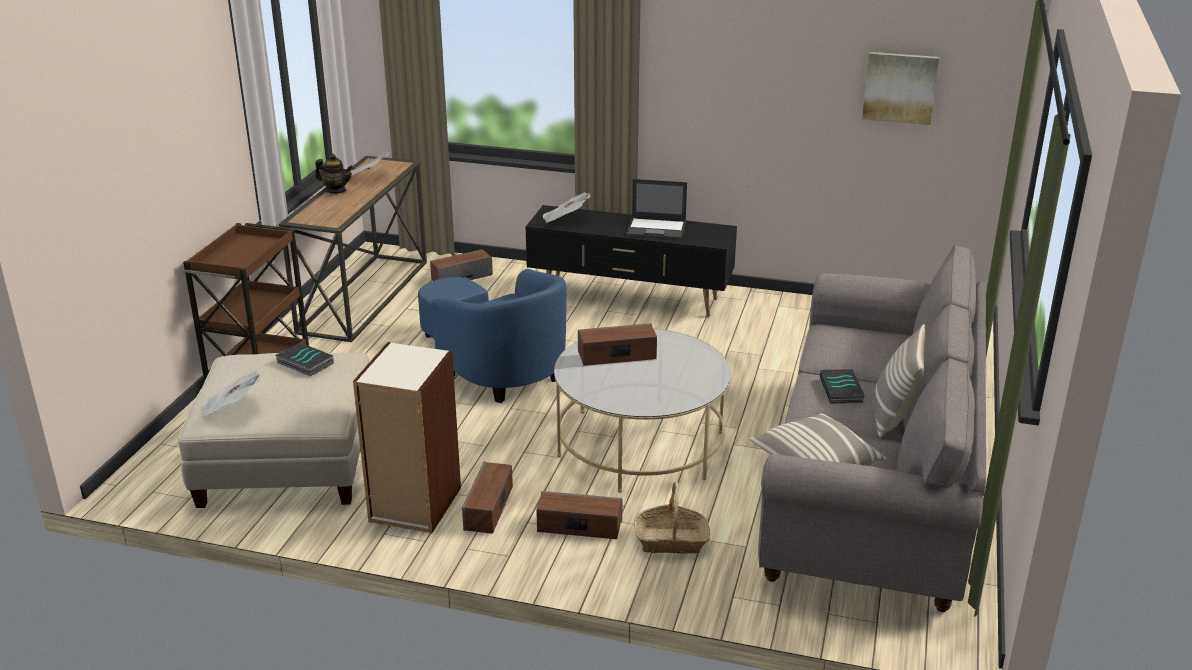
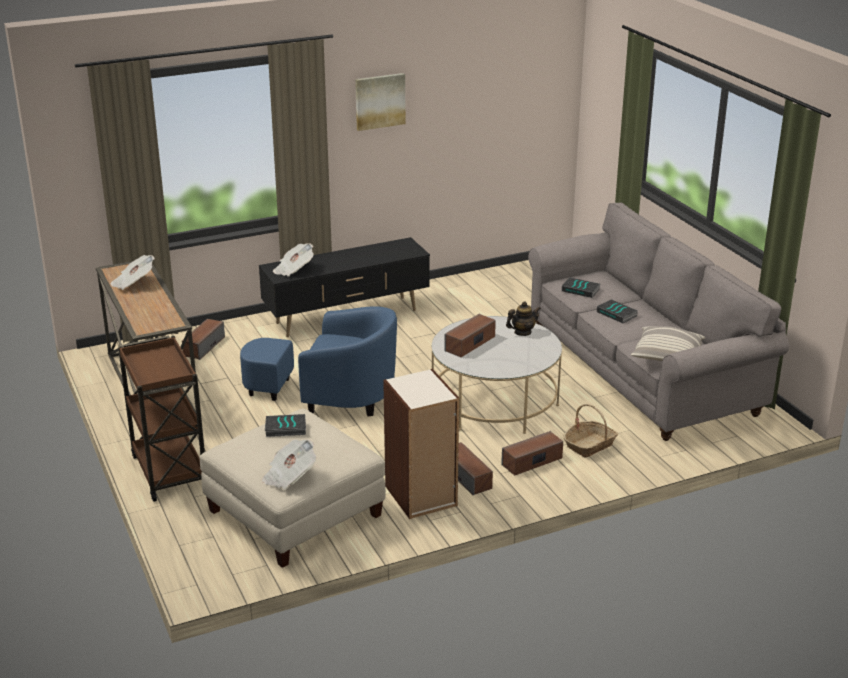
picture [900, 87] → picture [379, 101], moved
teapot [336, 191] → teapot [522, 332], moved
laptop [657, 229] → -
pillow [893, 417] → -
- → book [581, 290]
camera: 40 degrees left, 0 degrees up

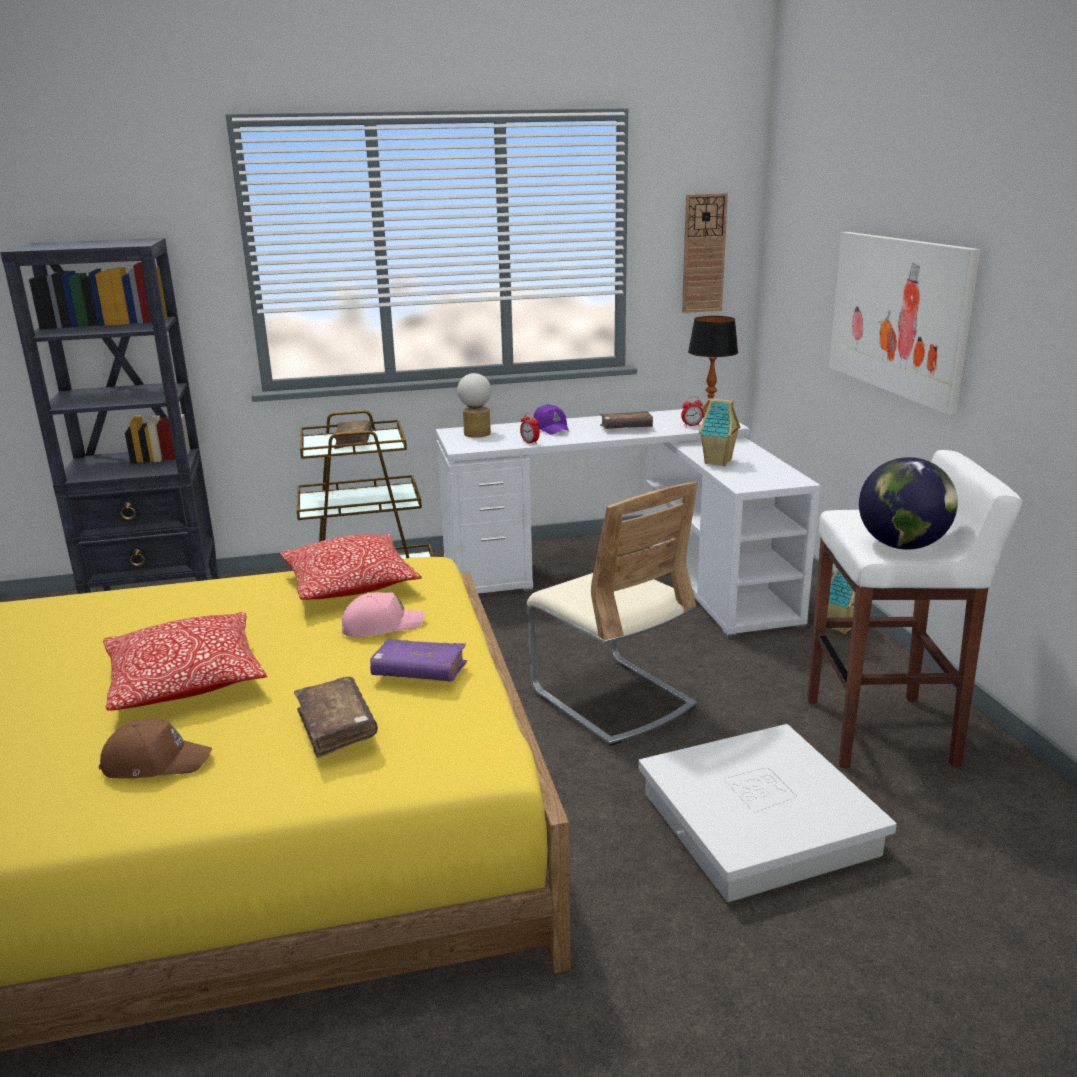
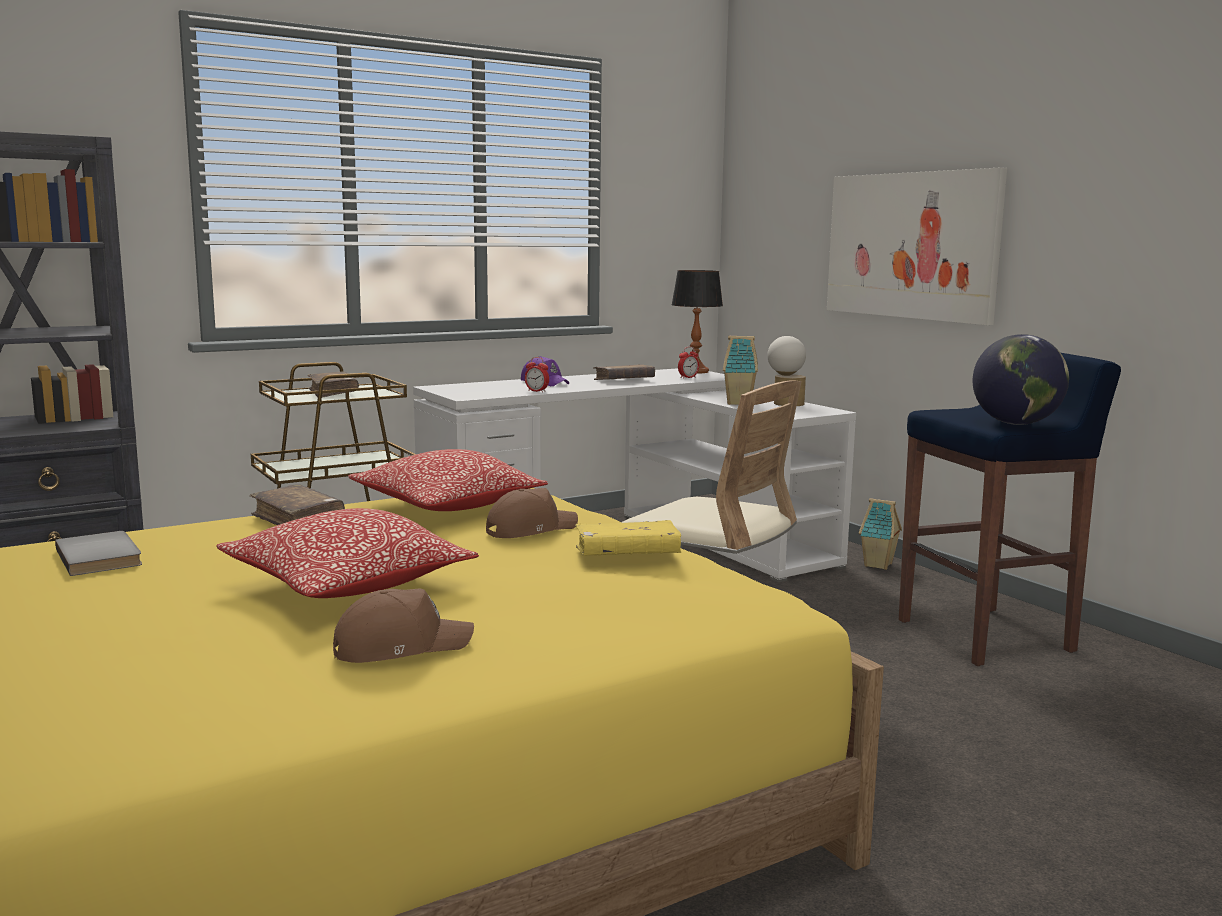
wall clock [703, 253] → -
table lamp [477, 432] → table lamp [786, 403], moved
stool/white [883, 732] → stool/blue [987, 636]
cap/pink [381, 626] → cap/brown [530, 529]
book/purple [419, 672] → book/yellow [627, 554]
book/brown [336, 726] → book/brown [297, 519], moved
storage box/white [758, 823] → -
- → book/grey [102, 557]
camera: 20 degrees left, 10 degrees down

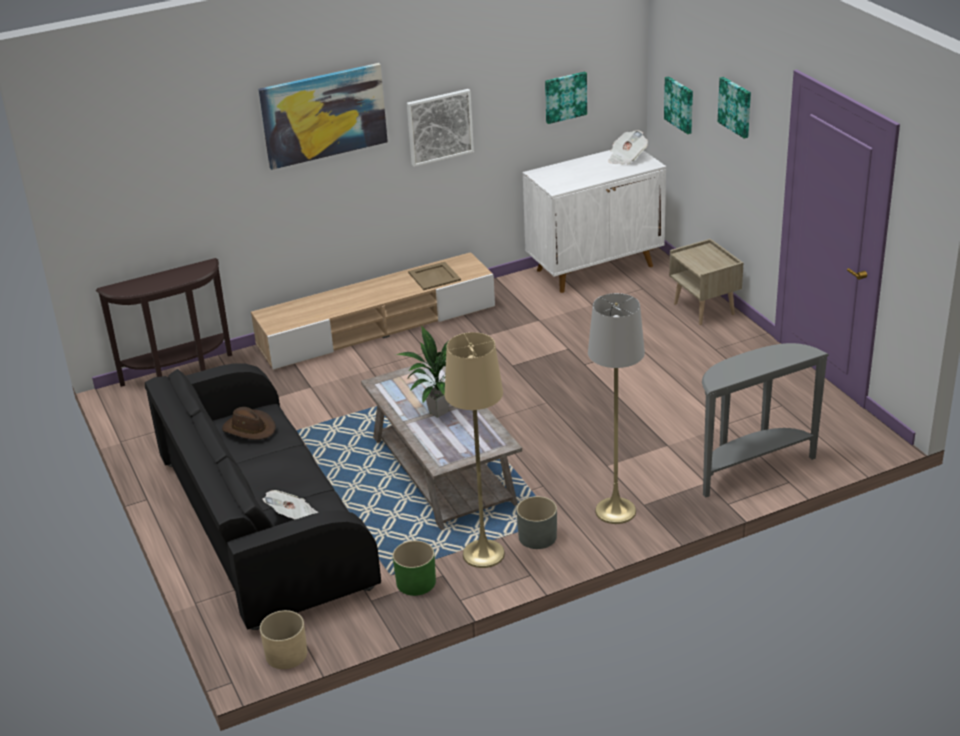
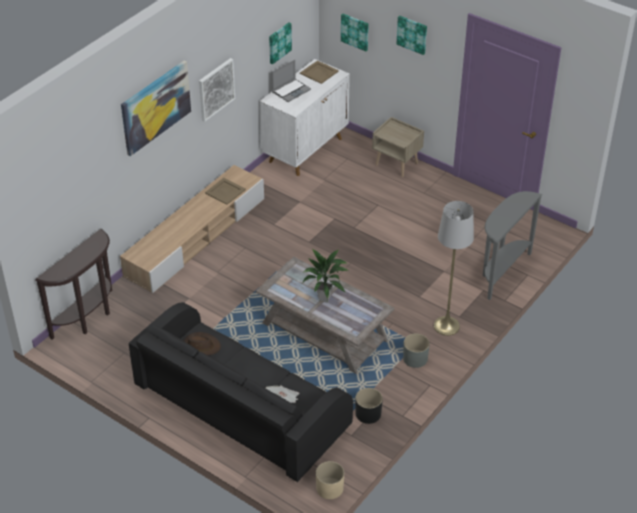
newspaper [626, 158] → tray/beige [319, 72]
floor lamp/beige [483, 554] → -
planter/green [416, 582] → planter/black [368, 414]
- → laptop [291, 91]
camera: 30 degrees left, 10 degrees up

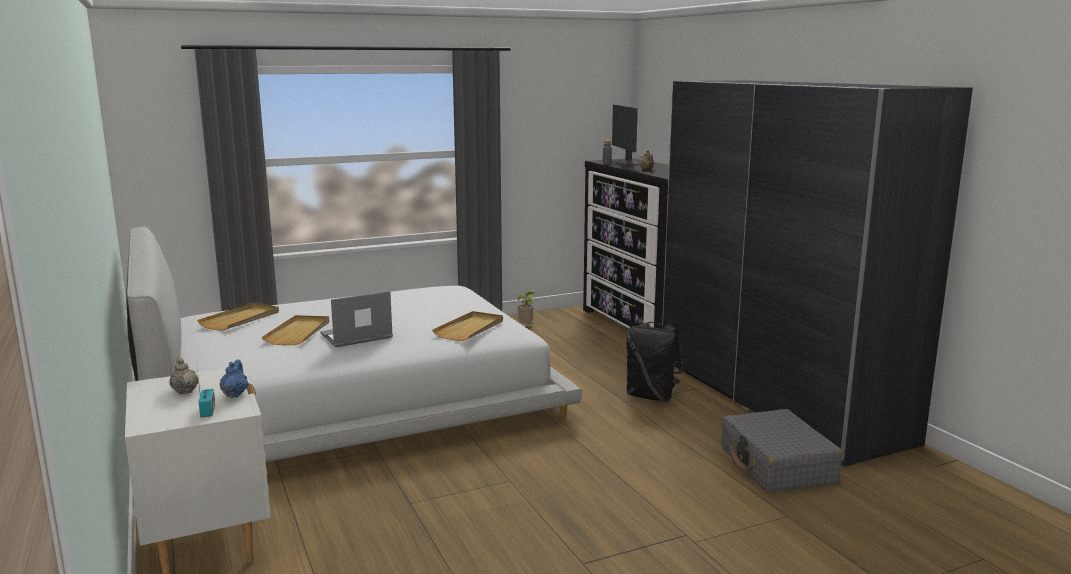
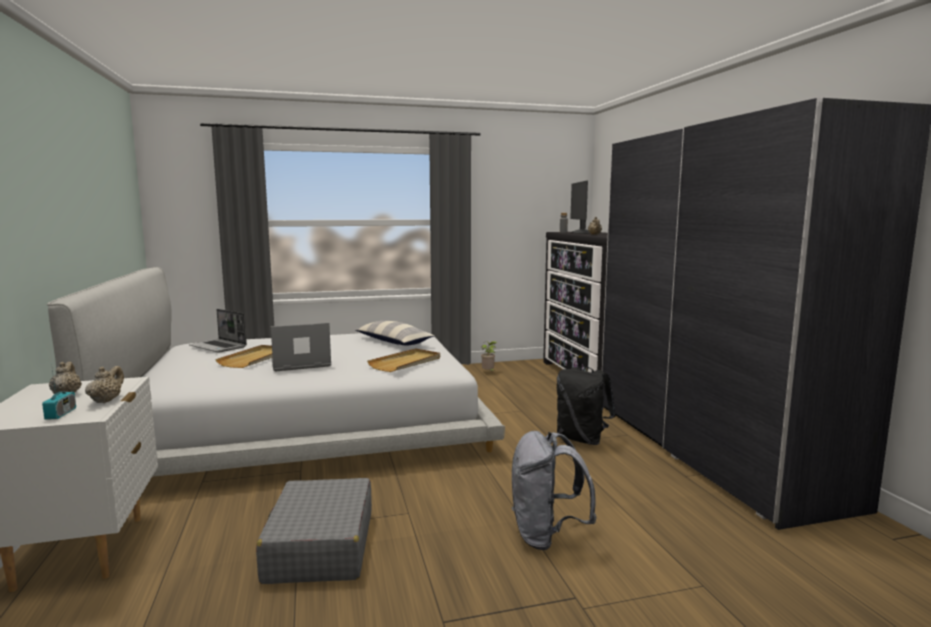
tray/beige [241, 319] → laptop [219, 347]
teapot/blue [235, 394] → teapot/beige [106, 400]
suitcase/grey [777, 466] → suitcase/grey [320, 546], moved
- → pillow [393, 342]
- → backpack/grey [546, 536]
camera: 10 degrees right, 5 degrees down

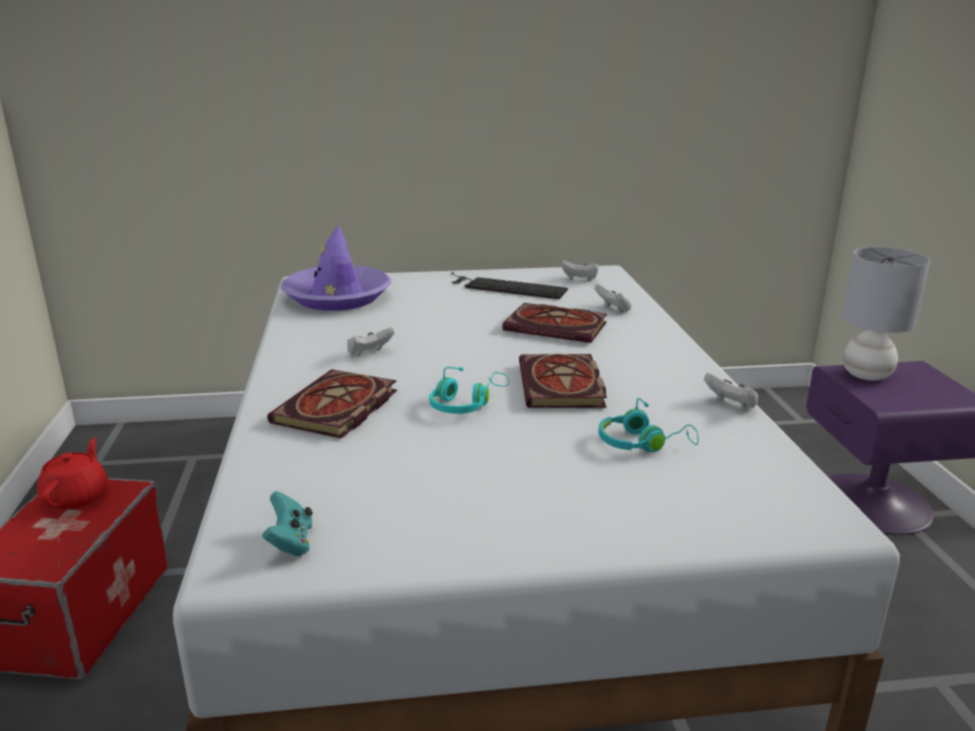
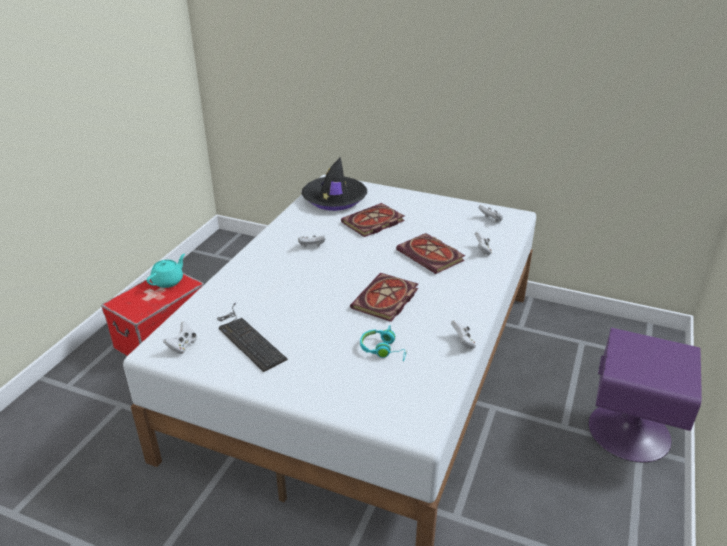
hat/purple [337, 297] → hat/black [334, 199]
table lamp/grey [865, 375] → -
keyboard [505, 287] → keyboard [247, 338], moved
headphones/turquoise [466, 404] → -
book [336, 409] → book [372, 223], moved
teapot/red [77, 496] → teapot/turquoise [168, 281]
game controller/turquoise [291, 543] → game controller/white [182, 346]
camera: 30 degrees right, 10 degrees up

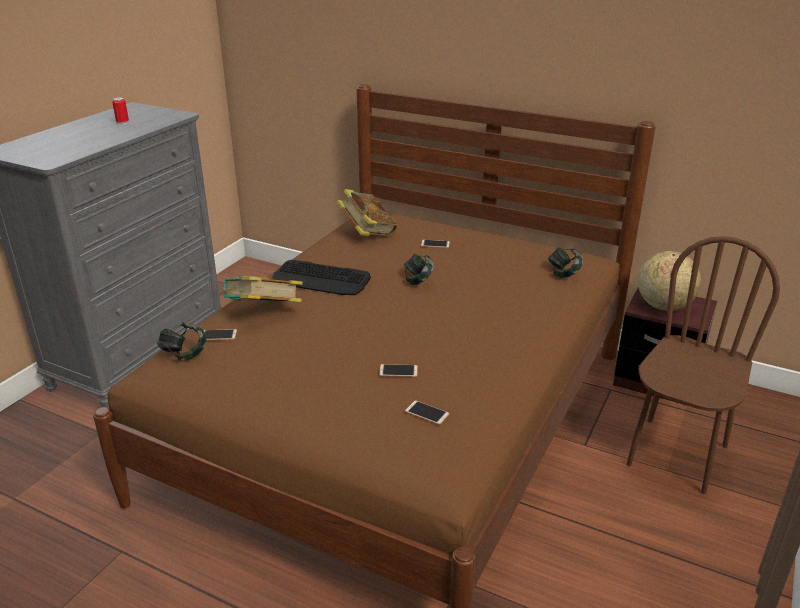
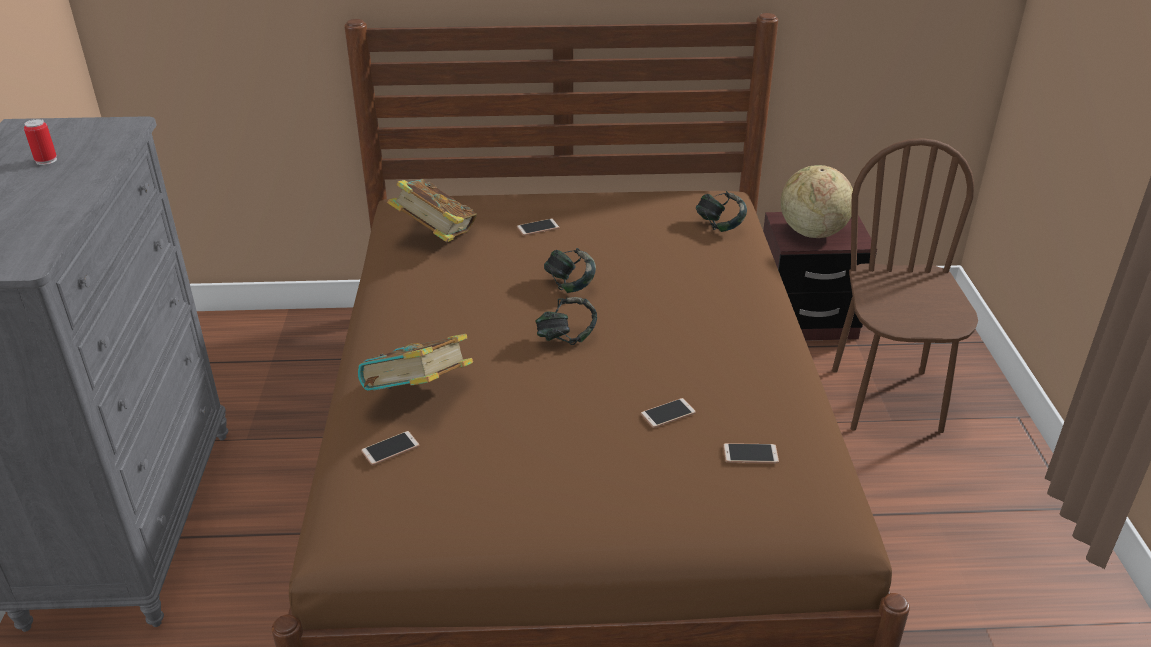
keyboard [321, 279] → -
headphones [184, 354] → headphones [566, 338], moved
camera: 30 degrees left, 5 degrees up

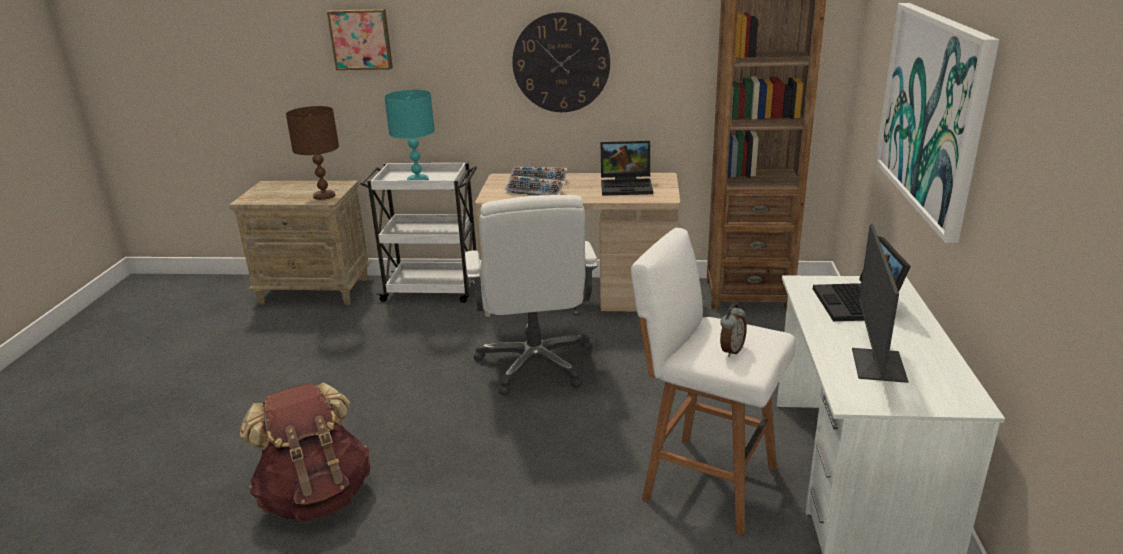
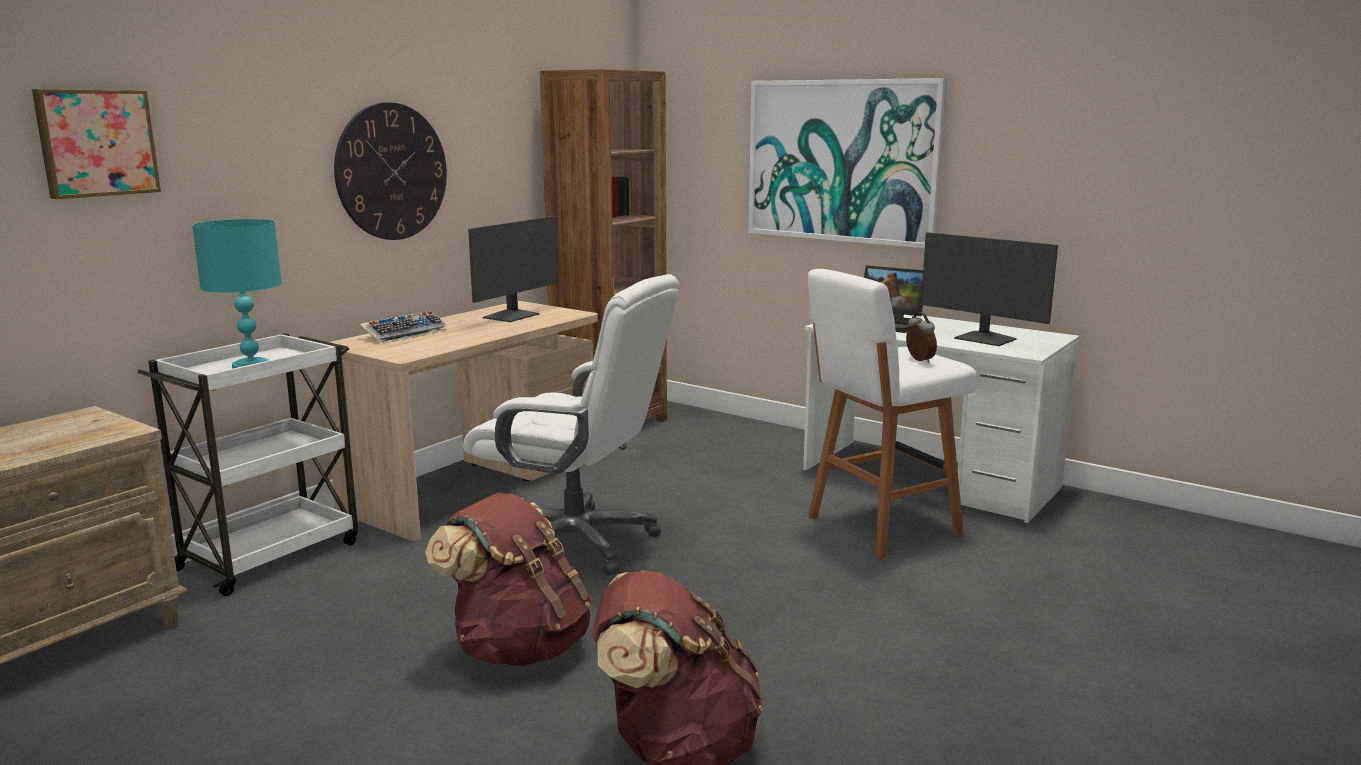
table lamp/brown [323, 196] → -
laptop [627, 186] → monitor [513, 316]
keyboard [536, 192] → -
- → backpack/brown [518, 647]
camera: 60 degrees left, 10 degrees down

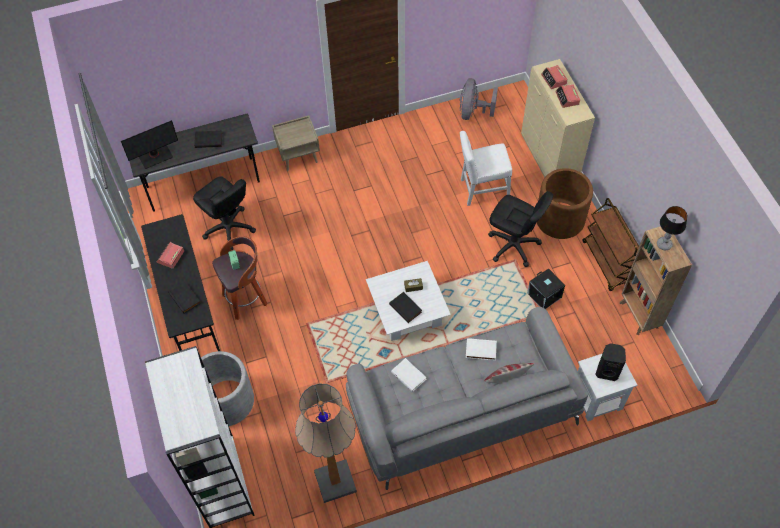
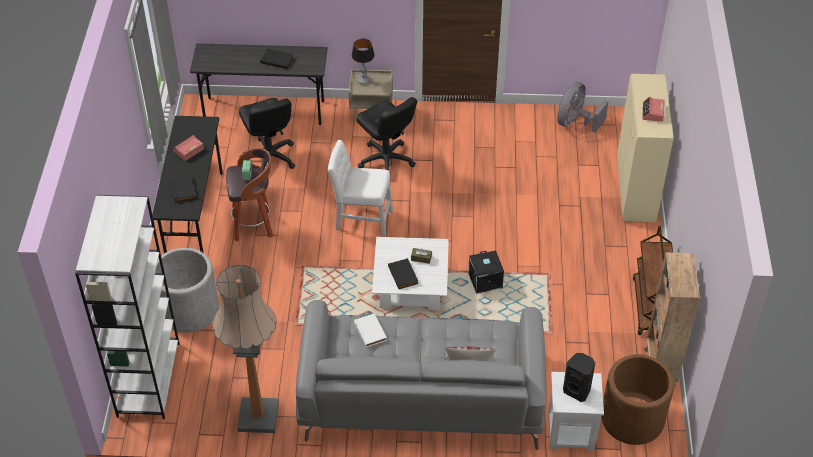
alarm clock [554, 79] → -
monitor [155, 156] → -
chair/white [482, 189] → chair/white [361, 219], moved
planter/brown [560, 219] → planter/brown [632, 419], moved
office chair/black [513, 246] → office chair/black [386, 160], moved
table lamp [663, 244] → table lamp [363, 80], moved
storage box/black [543, 295] → storage box/black [484, 281], moved
book/white [480, 351] → -
camera: 20 degrees right, 10 degrees down

